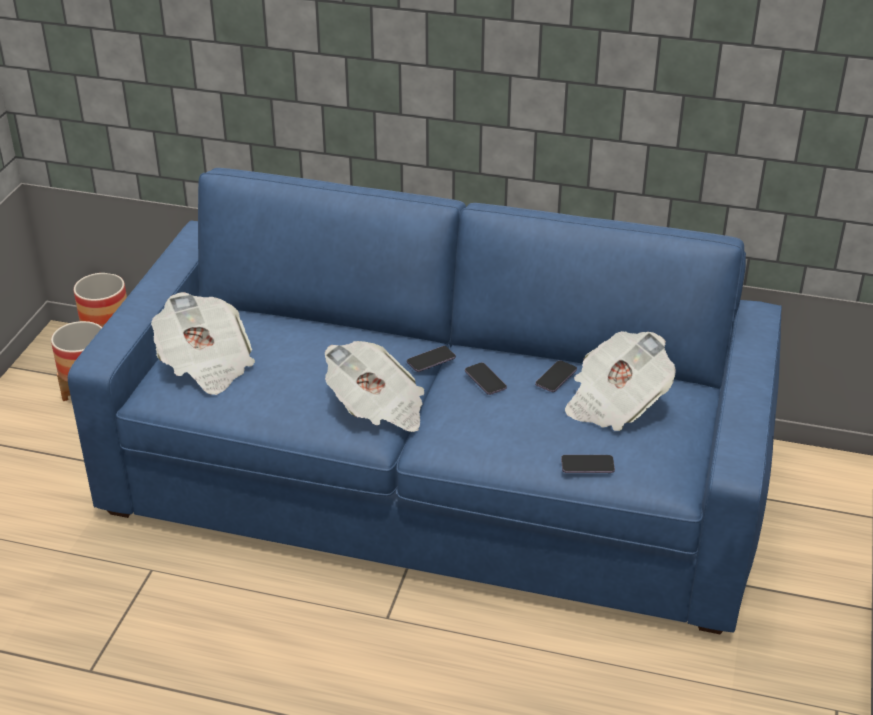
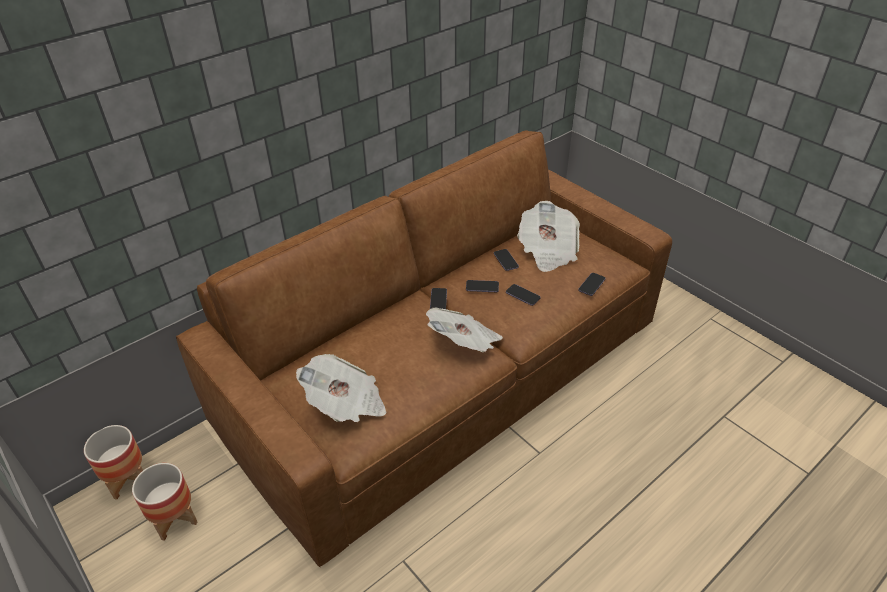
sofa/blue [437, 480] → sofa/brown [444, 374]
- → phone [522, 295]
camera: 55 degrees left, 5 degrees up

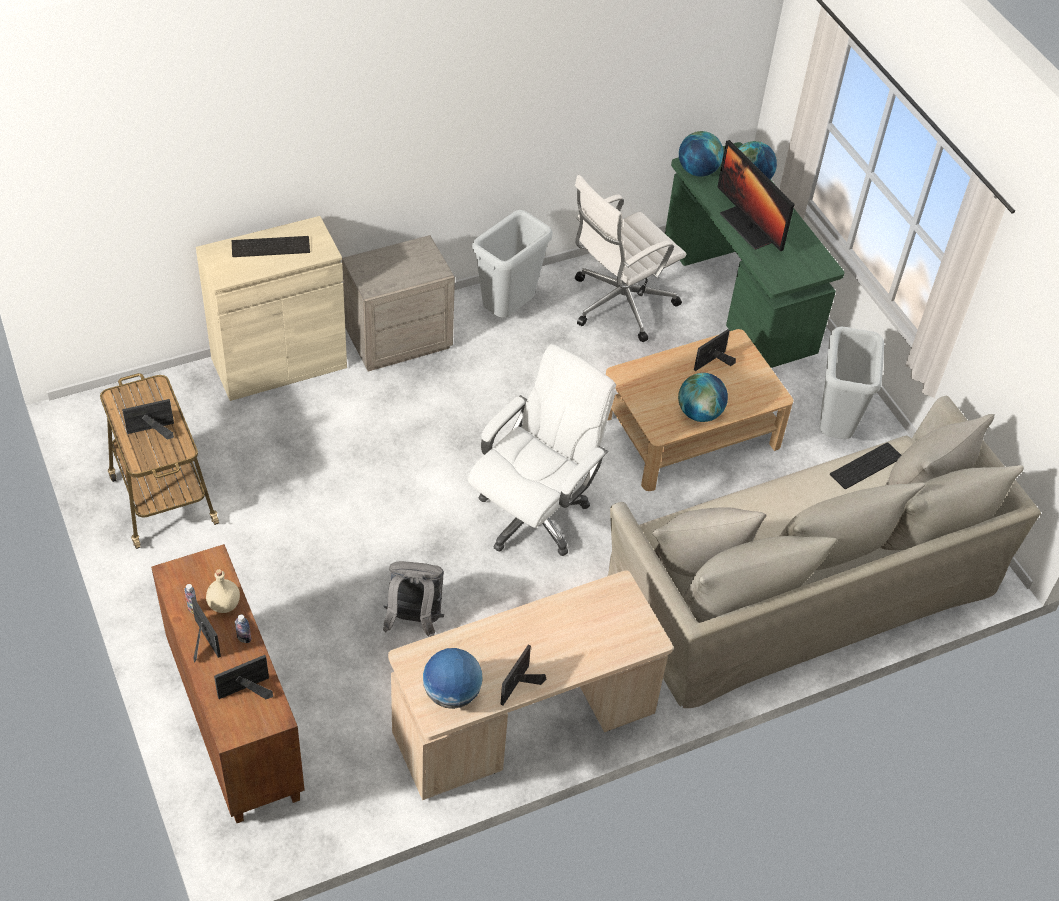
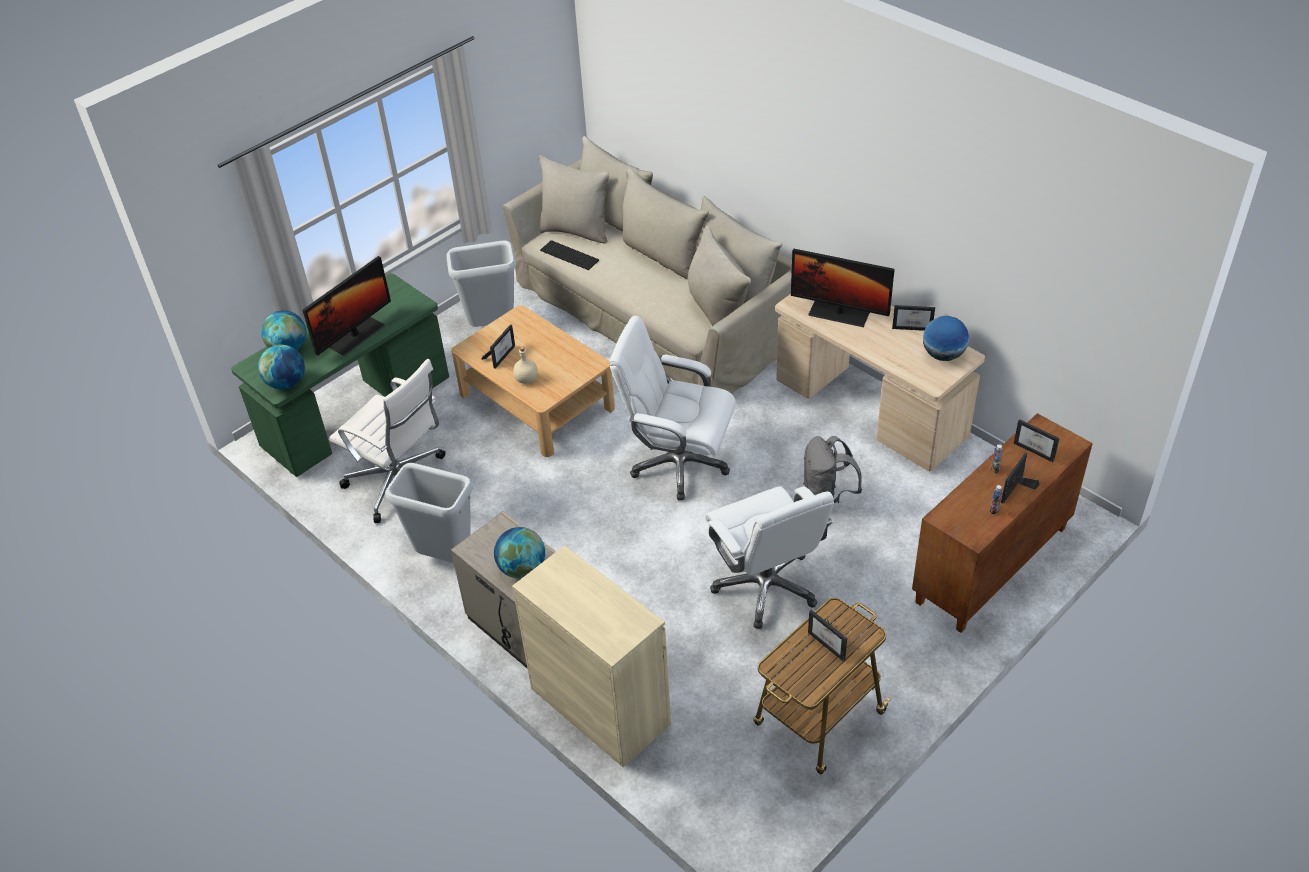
keyboard [271, 246] → -
picture frame [712, 364] → picture frame [501, 355], 90 degrees counterclockwise
globe [699, 413] → globe [522, 568], moved
bottle/beige [223, 604] → bottle/beige [526, 380], moved
- → monitor [839, 313]
- → office chair/white [766, 586]
camera: 105 degrees left, 5 degrees down

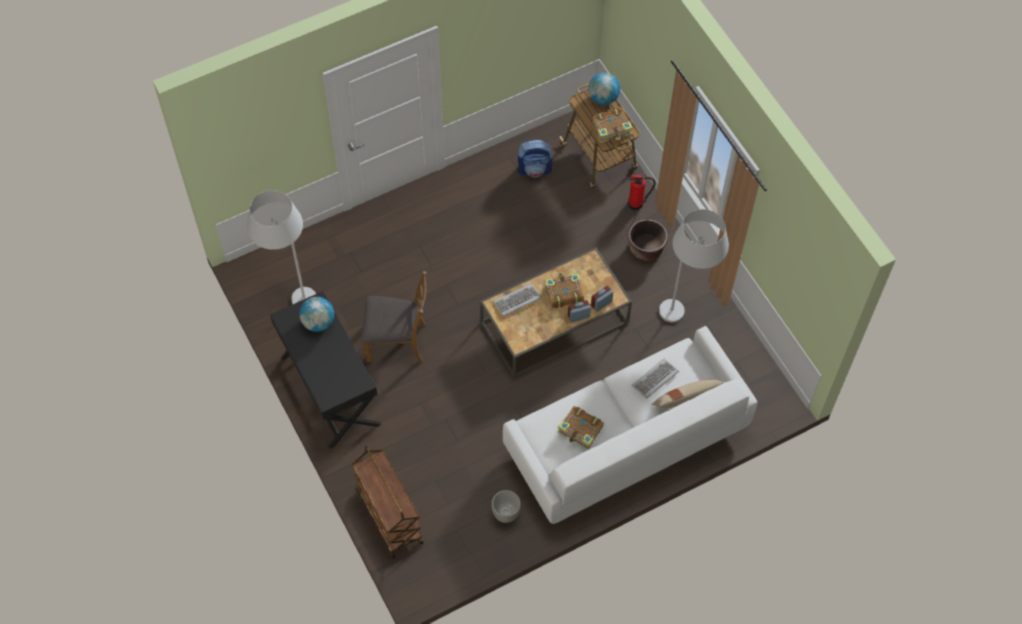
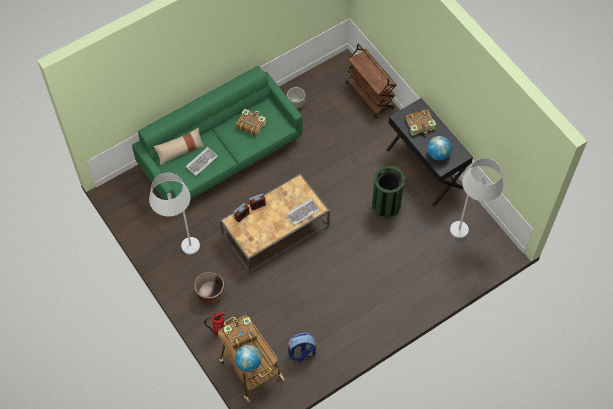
chair/brown [397, 341] → trash can/green [386, 206]
book [563, 293] → book [420, 125], moved
sofa/white [624, 439] → sofa/green [221, 155]
camera: 175 degrees right, 0 degrees up

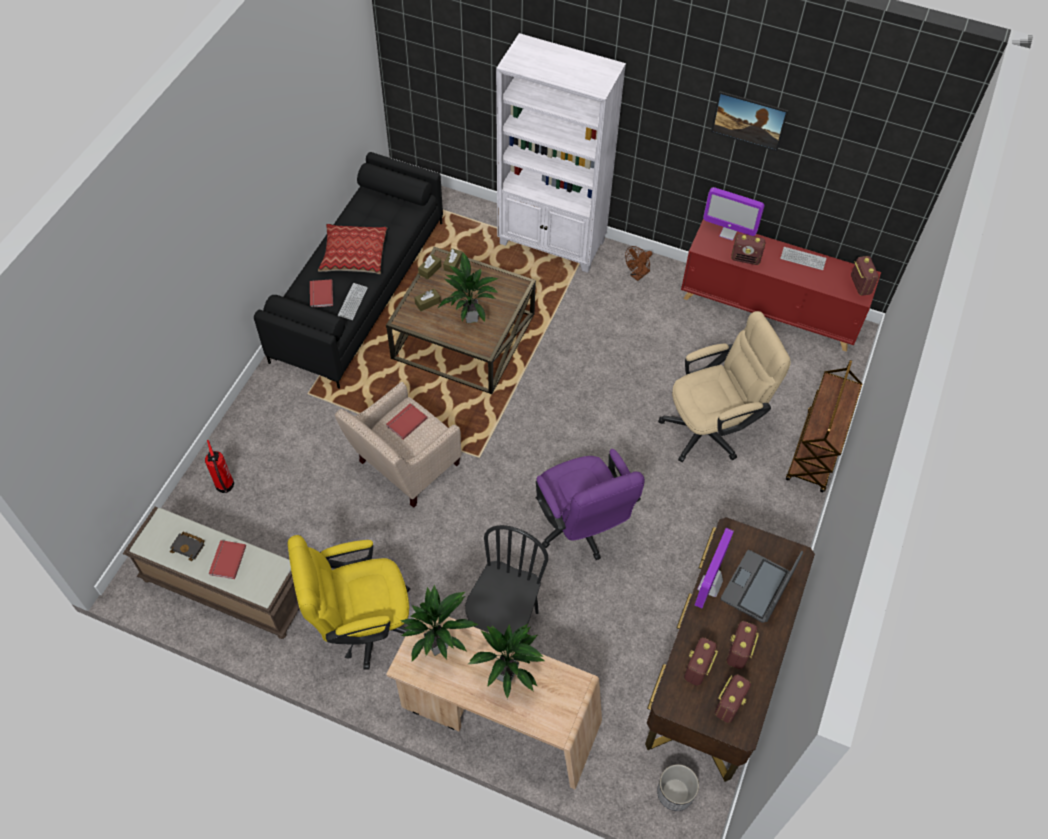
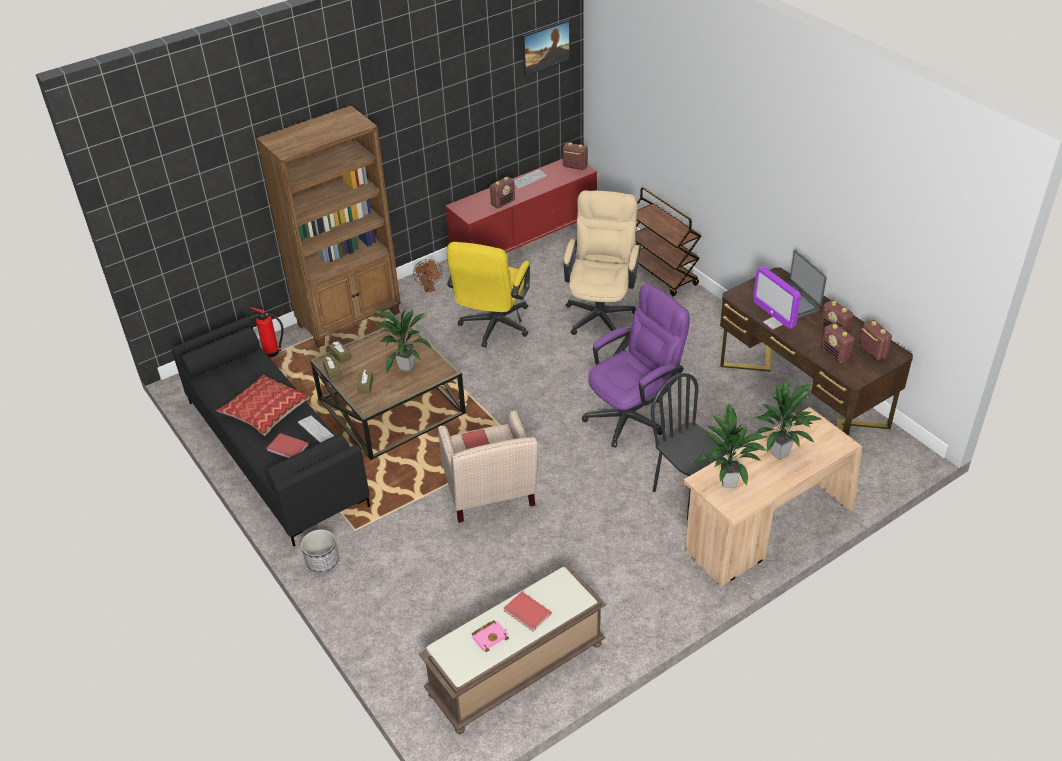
bookcase/white [552, 243] → bookcase/brown [350, 319]
picture [746, 130] → picture [546, 57], moved
monitor [728, 233] → -
fire extinguisher [225, 486] → fire extinguisher [273, 353], moved
office chair/purple [581, 528] → office chair/purple [633, 415], 45 degrees counterclockwise
book/black [189, 546] → book/pink [490, 636]
office chair/yellow [362, 626] → office chair/yellow [493, 328], moved
planter [674, 792] → planter [322, 561], moved
camera: 55 degrees left, 15 degrees down

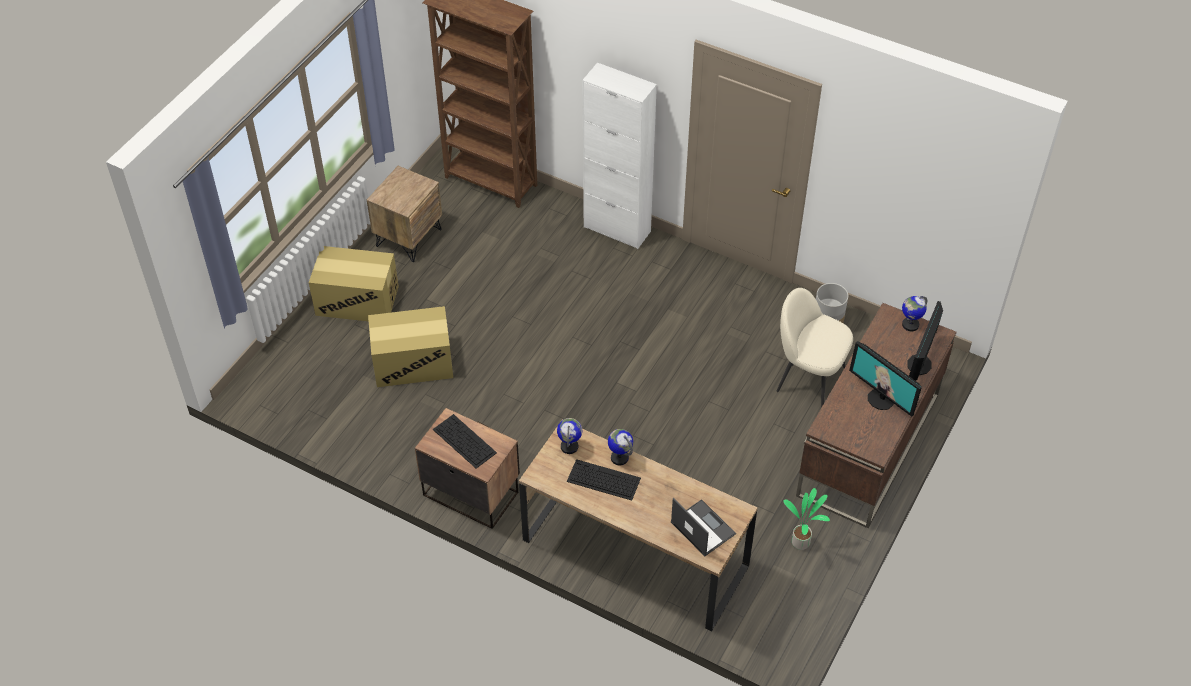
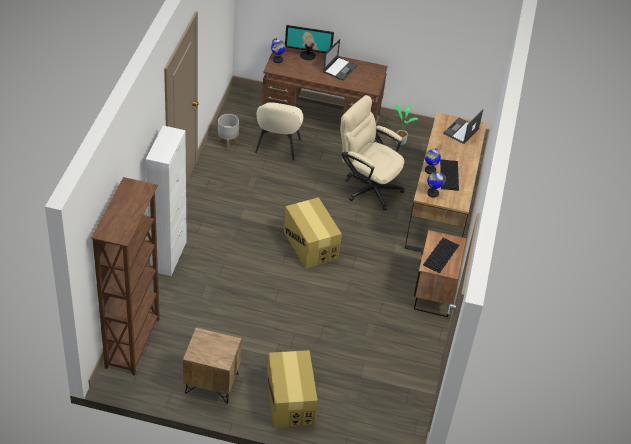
cardboard box [413, 362] → cardboard box [310, 245], moved
monitor [881, 399] → laptop [340, 68]
- → office chair/beige [367, 186]
camera: 110 degrees left, 5 degrees down

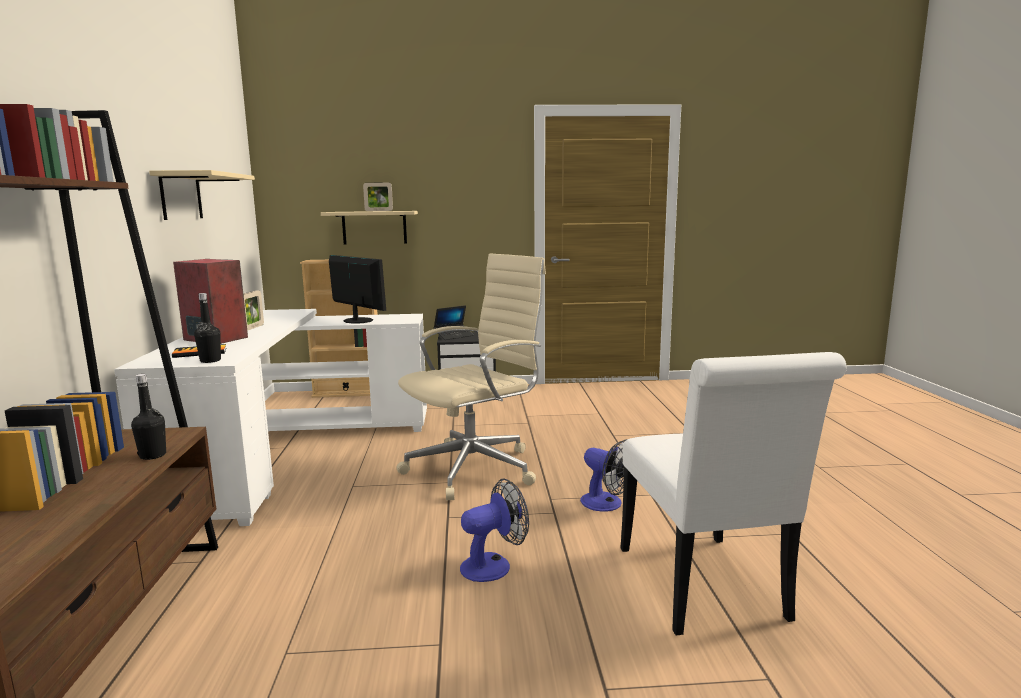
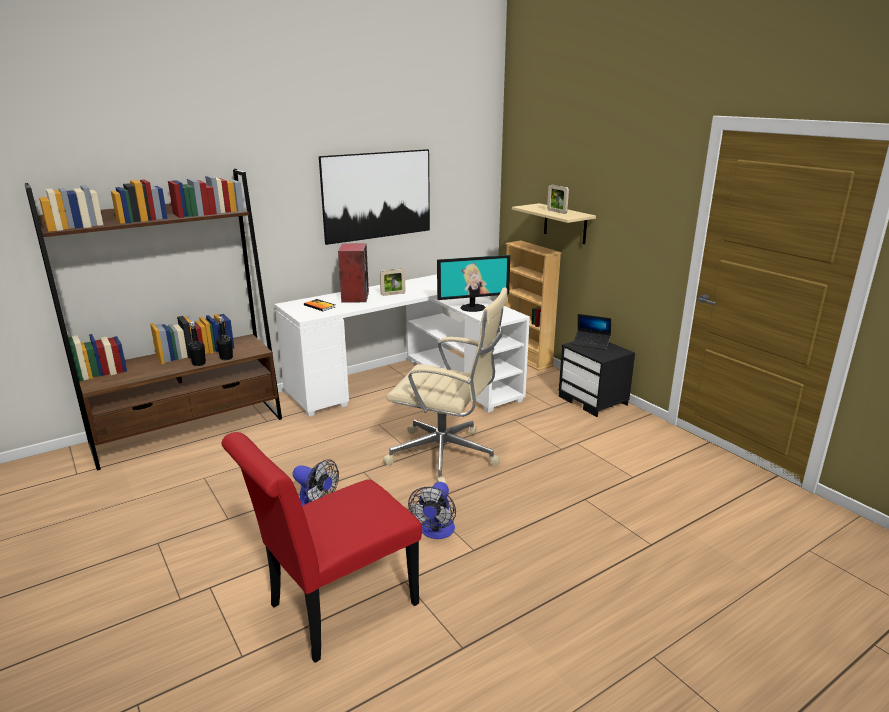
shelf/beige [181, 196] → picture [377, 195]
monitor [357, 321] → monitor [472, 307], 60 degrees clockwise
bottle/black [210, 360] → bottle/black [199, 363], moved
chair/white [706, 590] → chair/red [335, 609]
camera: 60 degrees right, 10 degrees up

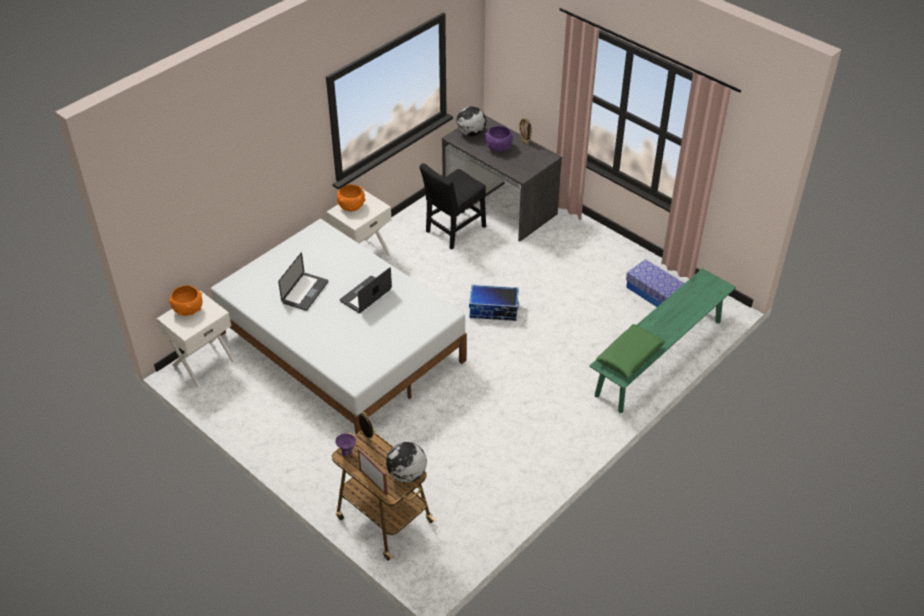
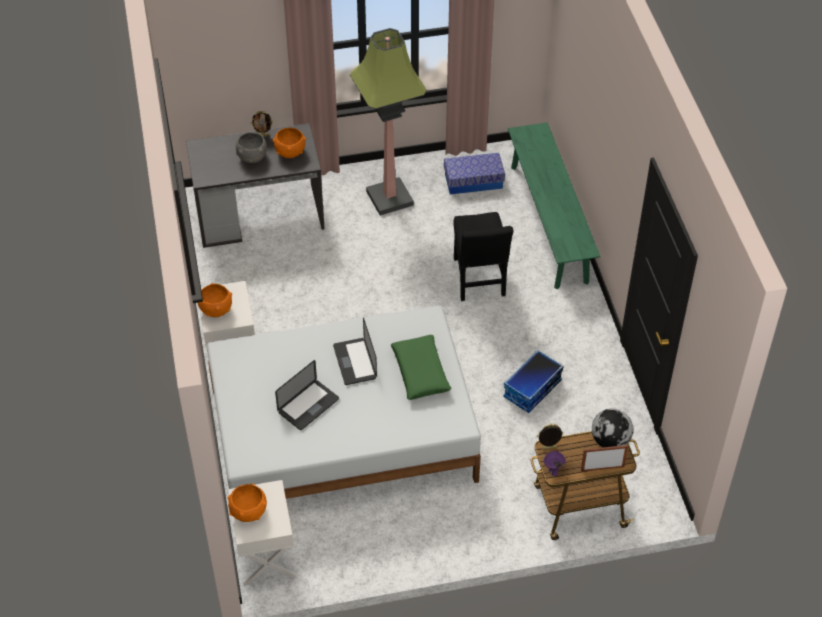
globe [470, 133] → -
bowl/purple [499, 147] → bowl/grey [252, 157]
chair/black [453, 231] → chair/black [479, 280], moved
laptop [305, 292] → laptop [308, 406], 75 degrees clockwise
storage box [493, 310] → storage box [532, 389], moved
pillow/green [630, 356] → pillow/green [421, 372], moved
- → floor lamp [390, 197]
- → bowl/orange [290, 152]
camera: 55 degrees left, 5 degrees up

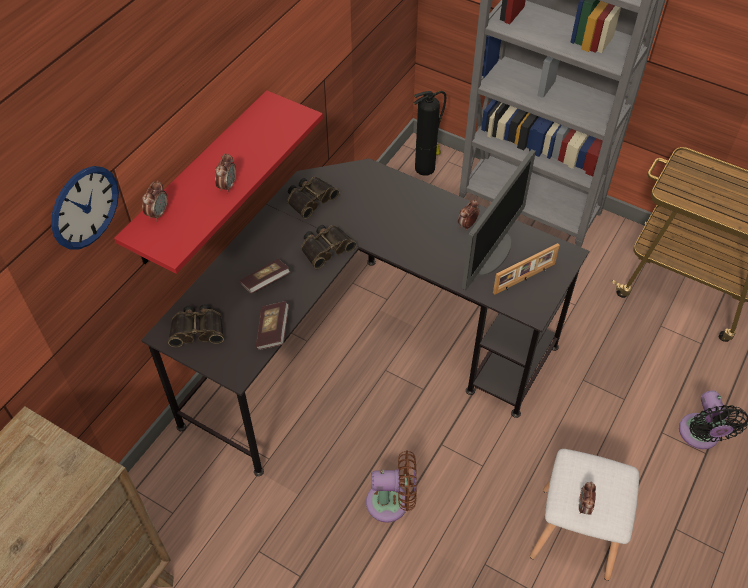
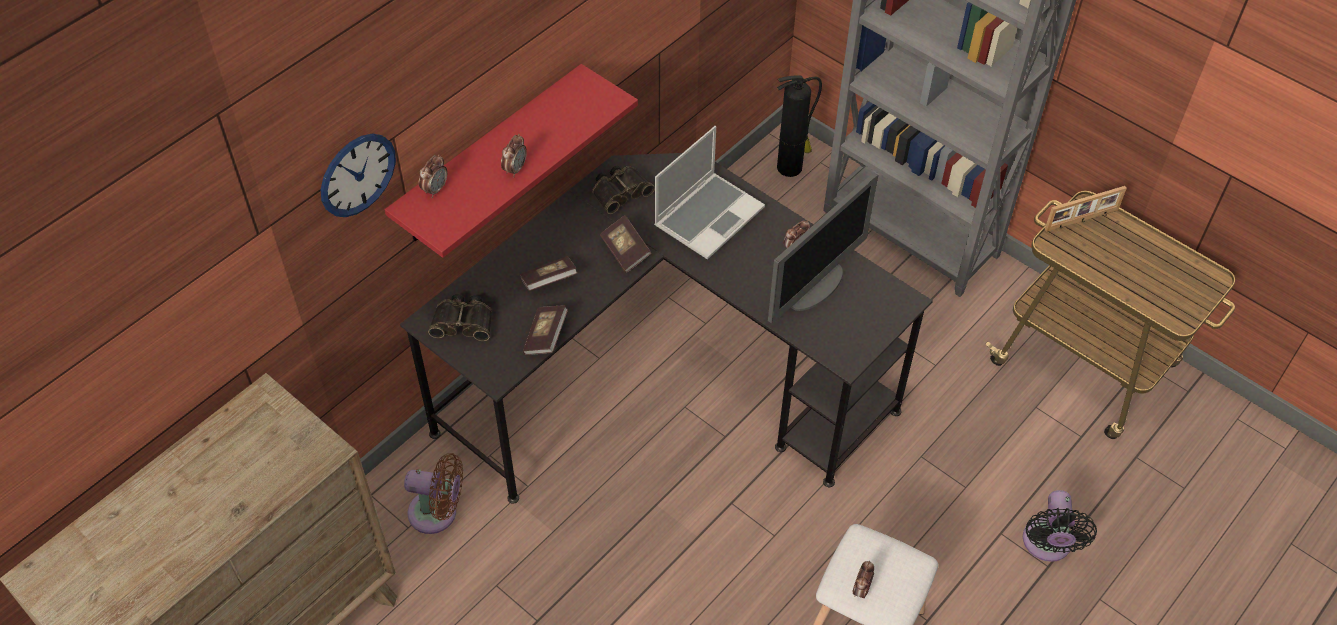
binoculars [325, 248] → book [625, 251]
picture frame [524, 279] → picture frame [1082, 220], moved
fan/brown [392, 502] → fan/brown [438, 513], moved
- → laptop [709, 216]
camera: 10 degrees right, 0 degrees up

